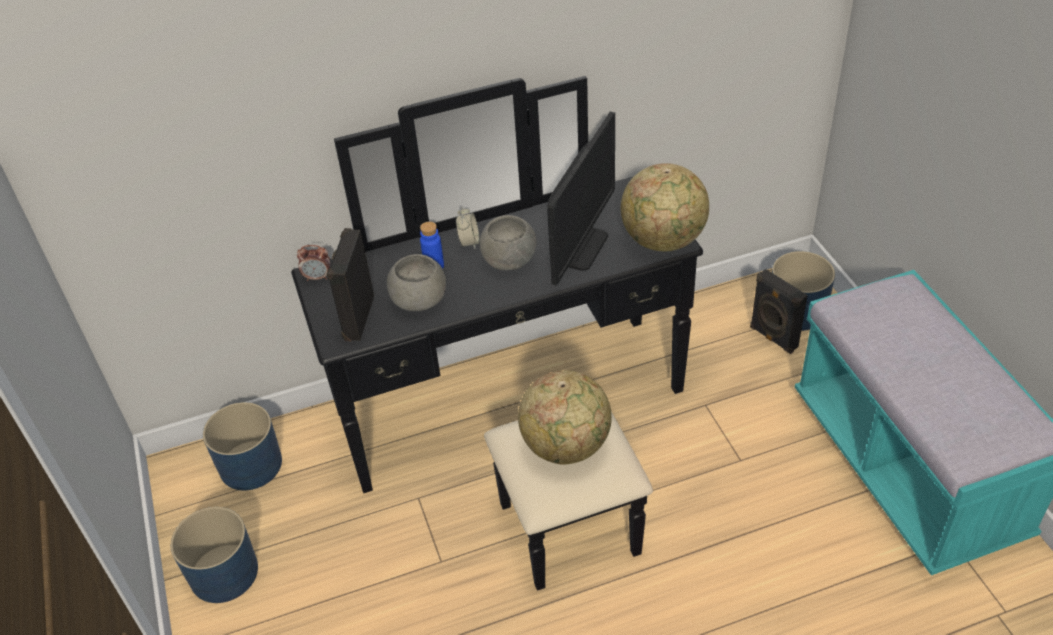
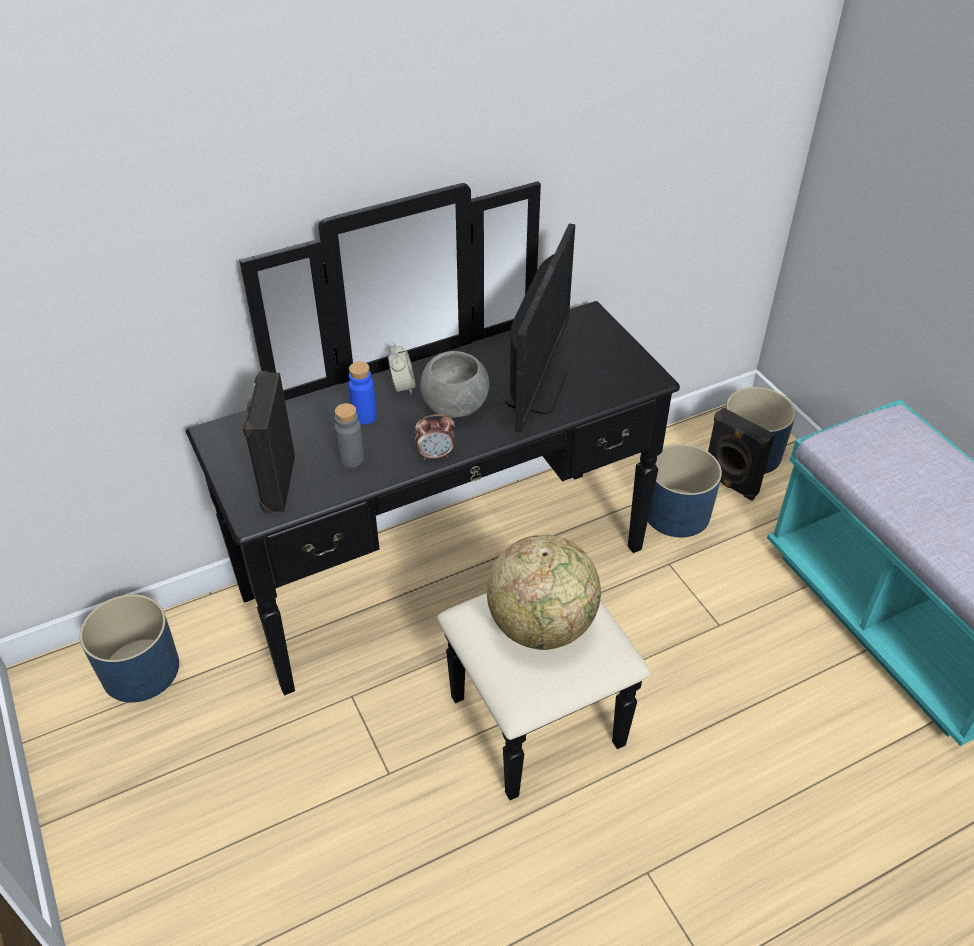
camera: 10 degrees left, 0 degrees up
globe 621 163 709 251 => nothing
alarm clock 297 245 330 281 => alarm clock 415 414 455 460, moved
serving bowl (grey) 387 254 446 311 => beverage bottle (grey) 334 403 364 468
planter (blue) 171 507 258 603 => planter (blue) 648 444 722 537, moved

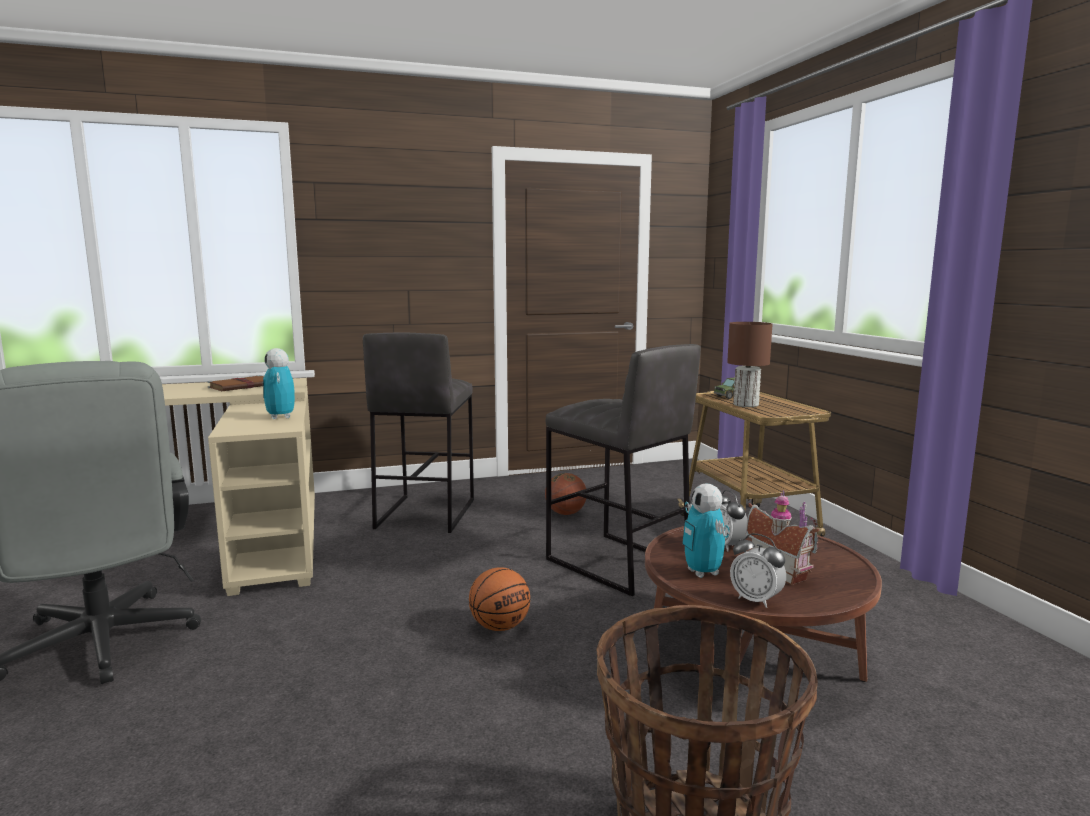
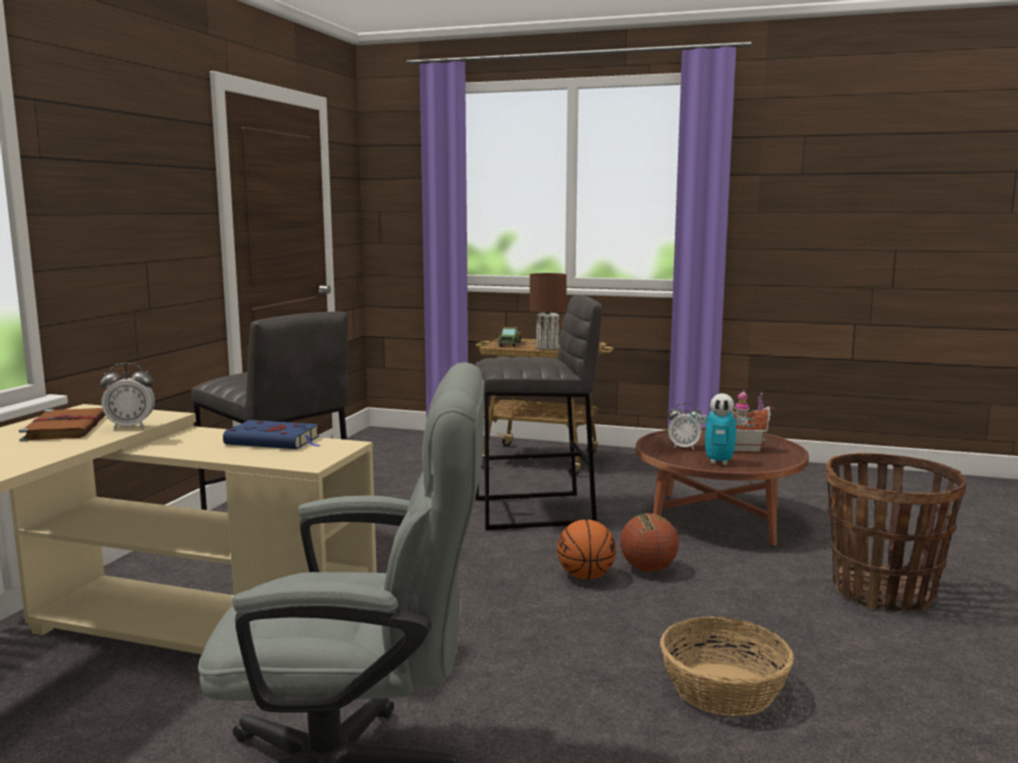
camera: 55 degrees left, 0 degrees up
model robot 263 348 295 419 => volume (blue) 223 420 321 449
basketball 545 473 586 515 => basketball 620 513 679 572, moved
alarm clock 730 533 786 608 => alarm clock 100 363 155 430, moved
nothing => basket 660 617 794 716

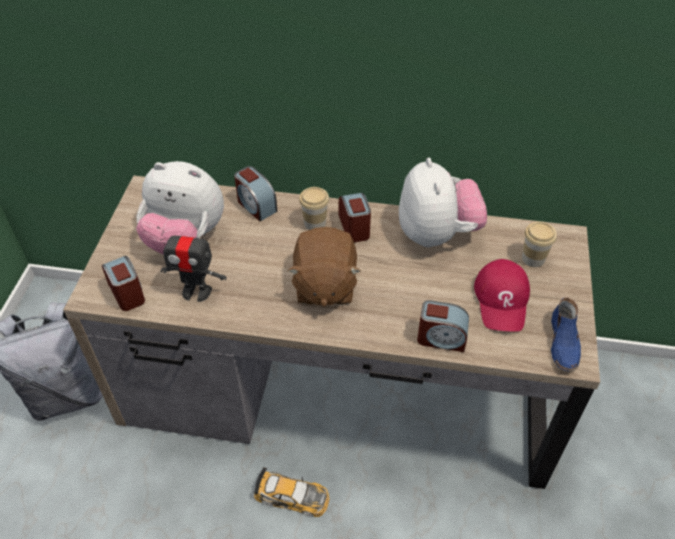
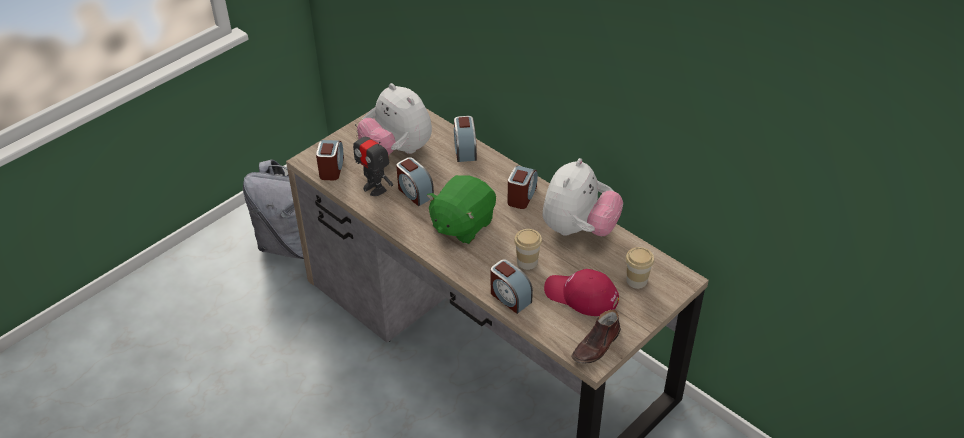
camera: 35 degrees right, 5 degrees down
drinking cup 299 187 329 230 => drinking cup 514 229 542 270, moved
plush toy (brown) 288 227 361 307 => plush toy (green) 427 175 496 244
cap (red) 474 259 530 332 => cap (red) 544 269 619 316, 75 degrees clockwise
shoe (blue) 551 298 581 372 => shoe (brown) 571 309 621 363
miniature car 254 467 330 517 => nothing
nothing => alarm clock 396 157 434 206

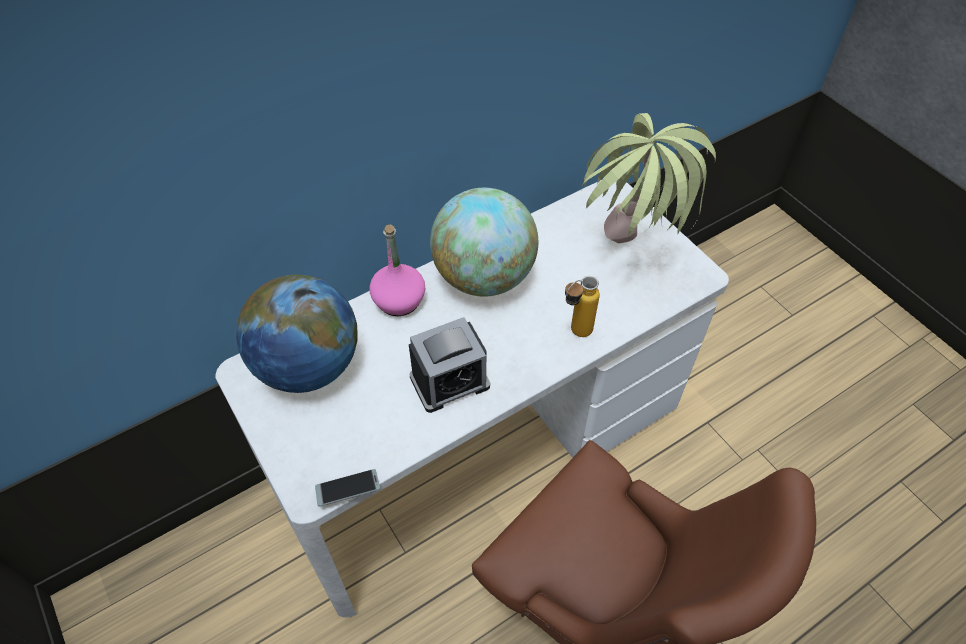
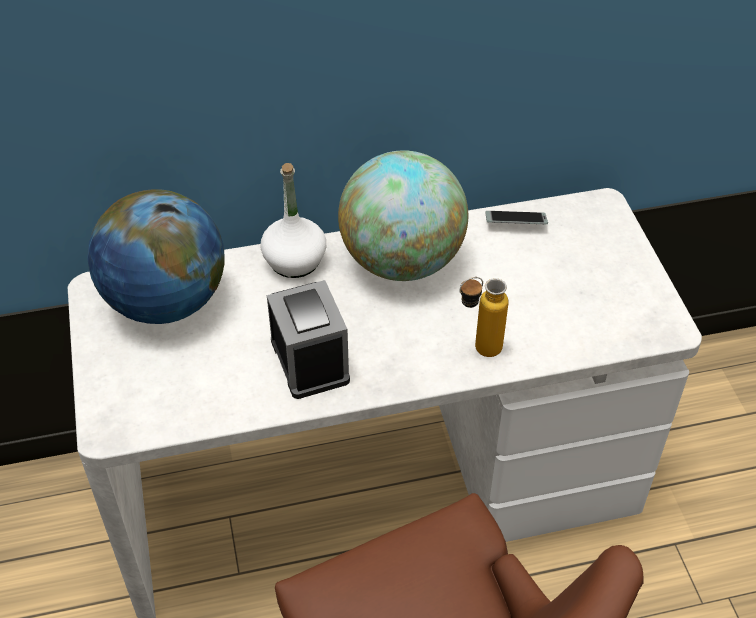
camera: 20 degrees right, 5 degrees down
potted plant 581 113 716 243 => nothing
beverage bottle (pink-coloured) 369 224 425 316 => beverage bottle (white) 261 163 326 278
alarm clock 409 317 490 413 => alarm clock 267 280 350 399, 105 degrees counterclockwise
telephone 315 469 380 507 => telephone 485 211 548 224, moved

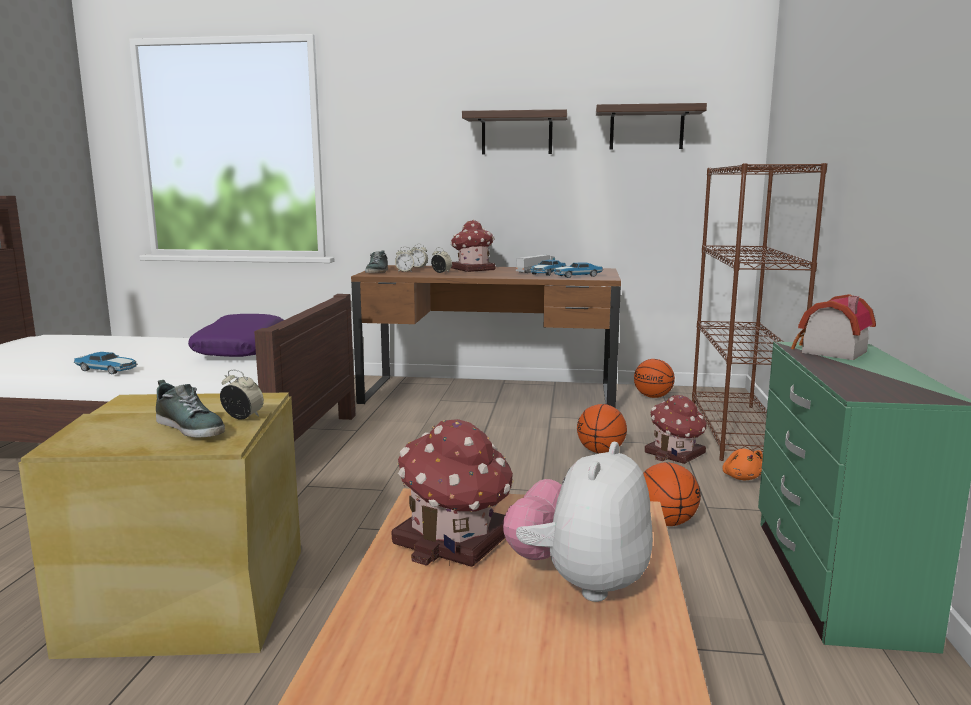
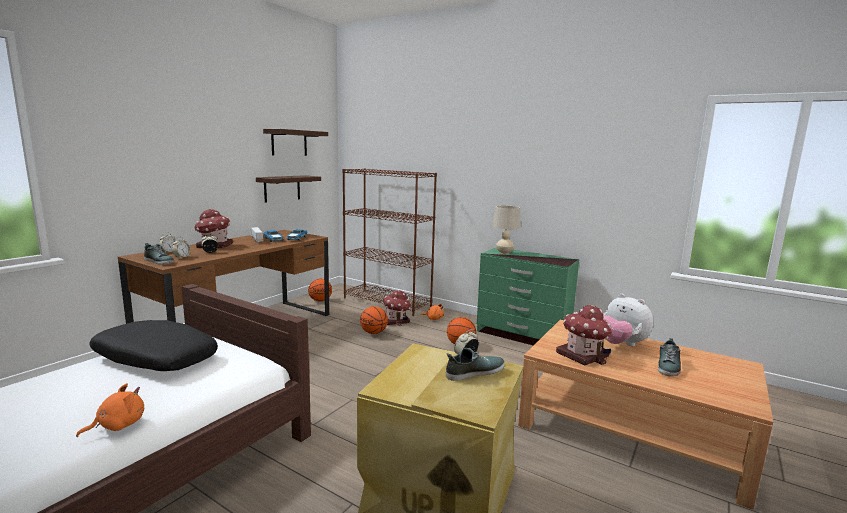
camera: 65 degrees left, 0 degrees up
bracket shelf 462 109 568 154 => bracket shelf 256 175 321 203, moved
model house 791 294 876 360 => tabletop lamp (beige) 493 205 521 254
cushion (purple-coloured) 188 314 283 357 => cushion (black-coloured) 89 320 218 371
miniature car 74 352 138 375 => plush toy (orange) 76 383 144 437
nothing => shoe 658 338 681 377

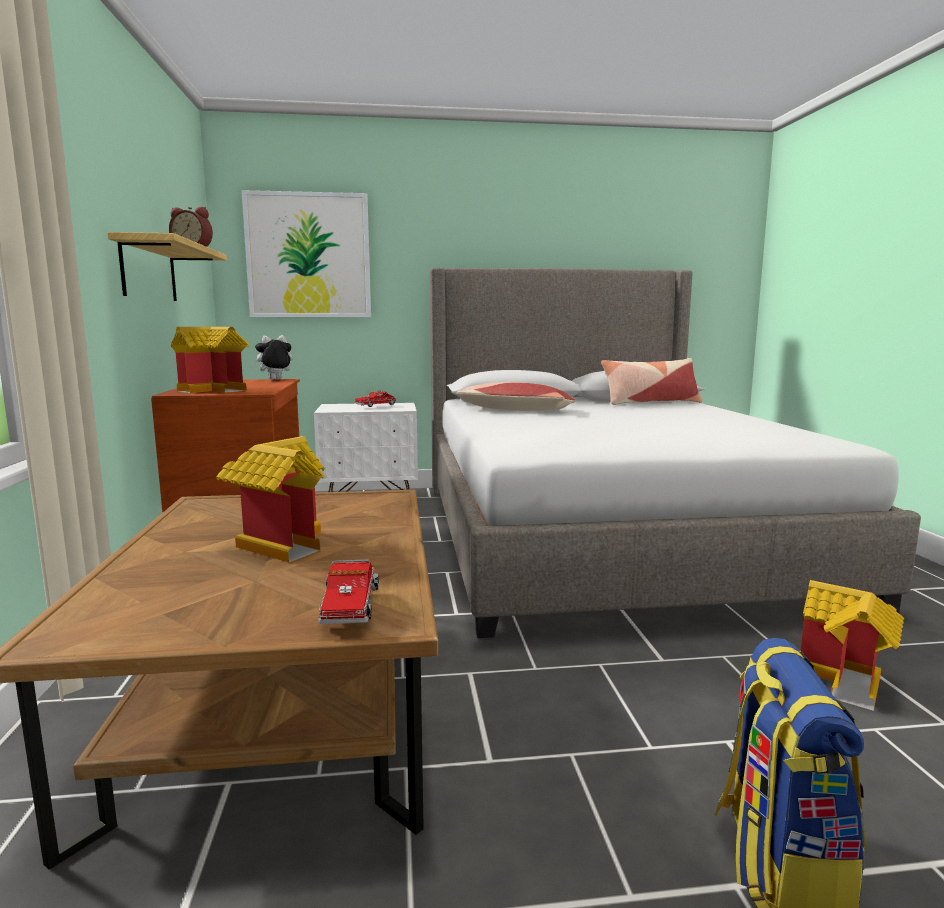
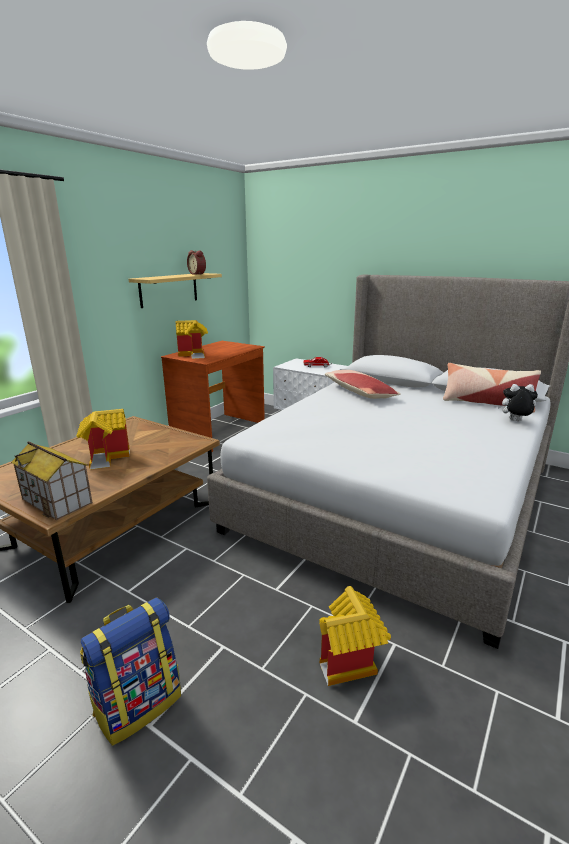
camera: 40 degrees right, 10 degrees up
picture 241 190 371 317 => nothing
plush toy 252 335 293 380 => plush toy 497 384 538 421, moved
model truck 318 559 379 624 => model house 11 441 93 520

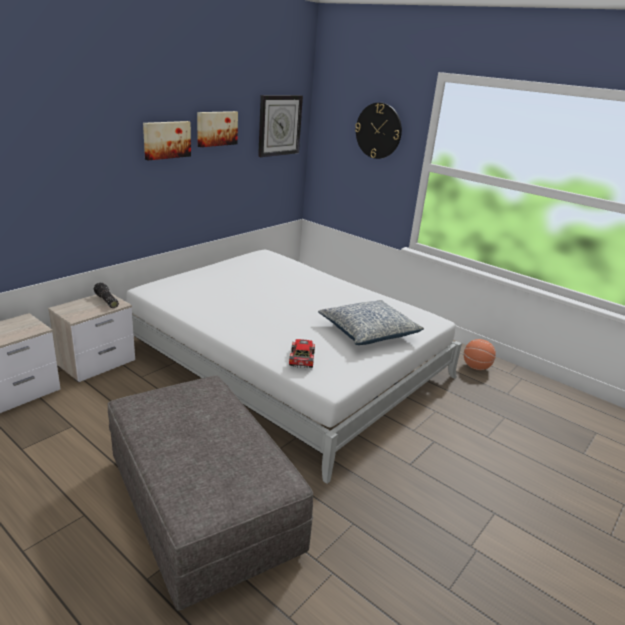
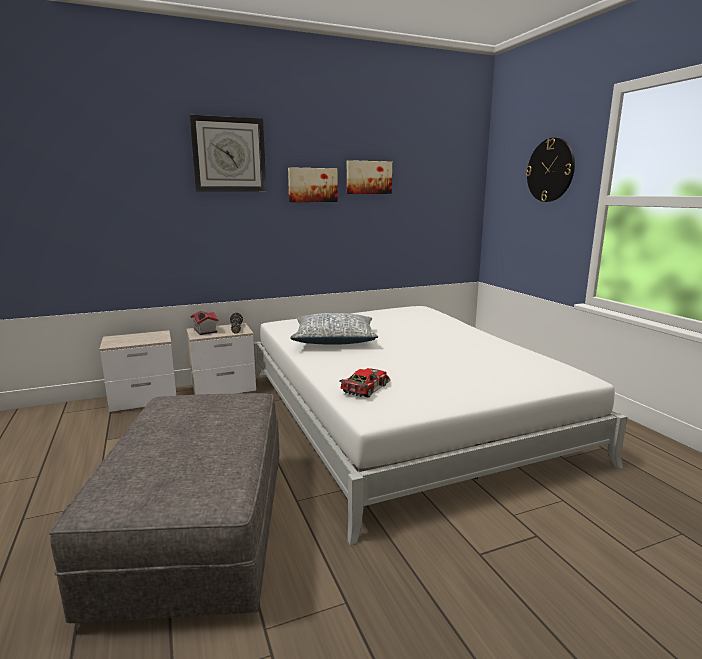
camera: 30 degrees right, 10 degrees down
wall clock 258 95 303 157 => wall clock 189 115 266 191, moved
cushion 318 300 424 345 => cushion 290 313 378 345, moved
basketball 464 339 496 370 => nothing
nothing => model house 191 311 219 335

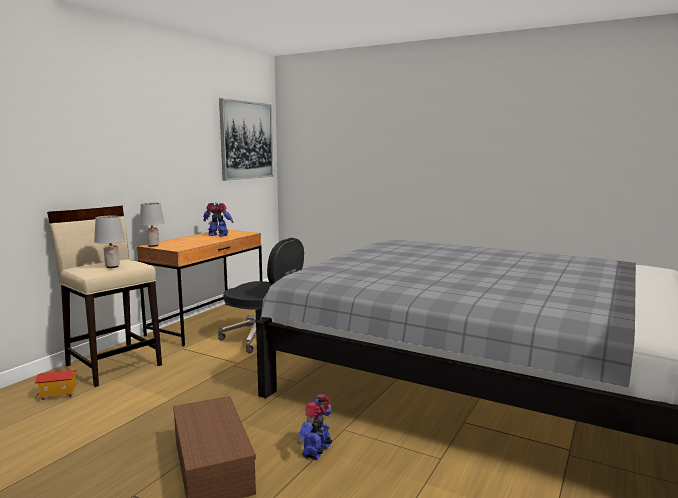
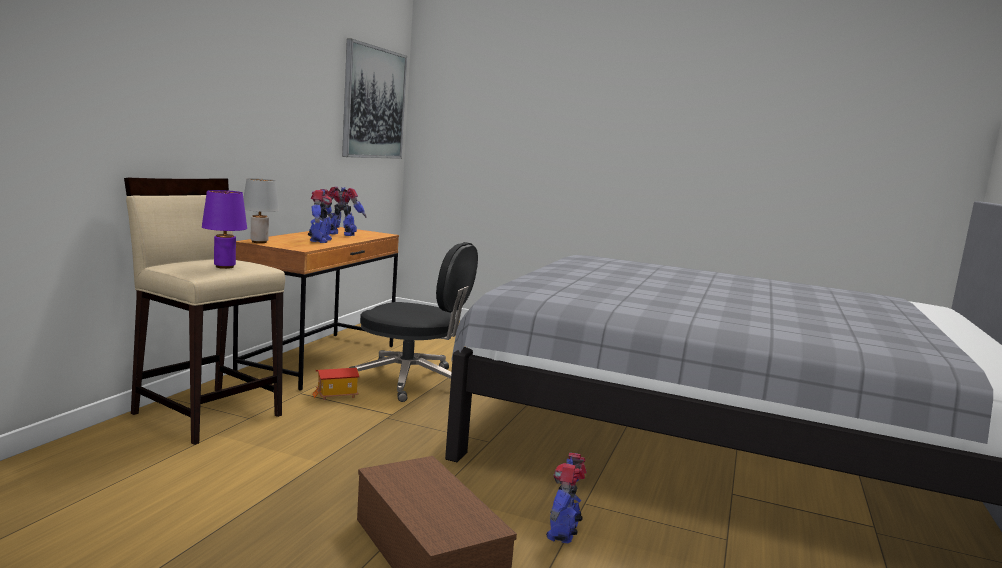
camera: 10 degrees left, 0 degrees up
tabletop lamp (grey) 94 215 125 268 => tabletop lamp (purple-coloured) 202 190 247 269
model house 35 369 78 400 => model house 312 368 360 400, moved
nothing => model robot 308 189 333 243

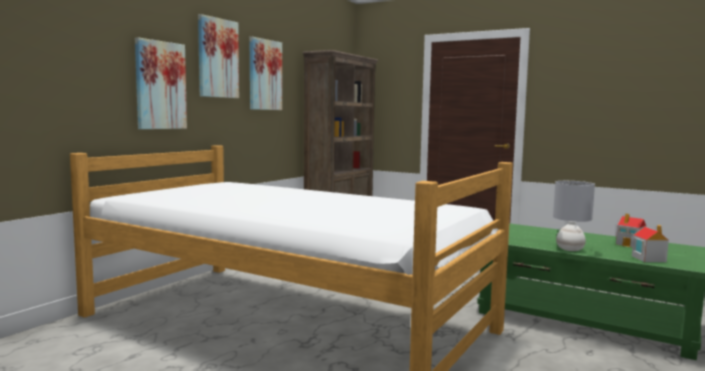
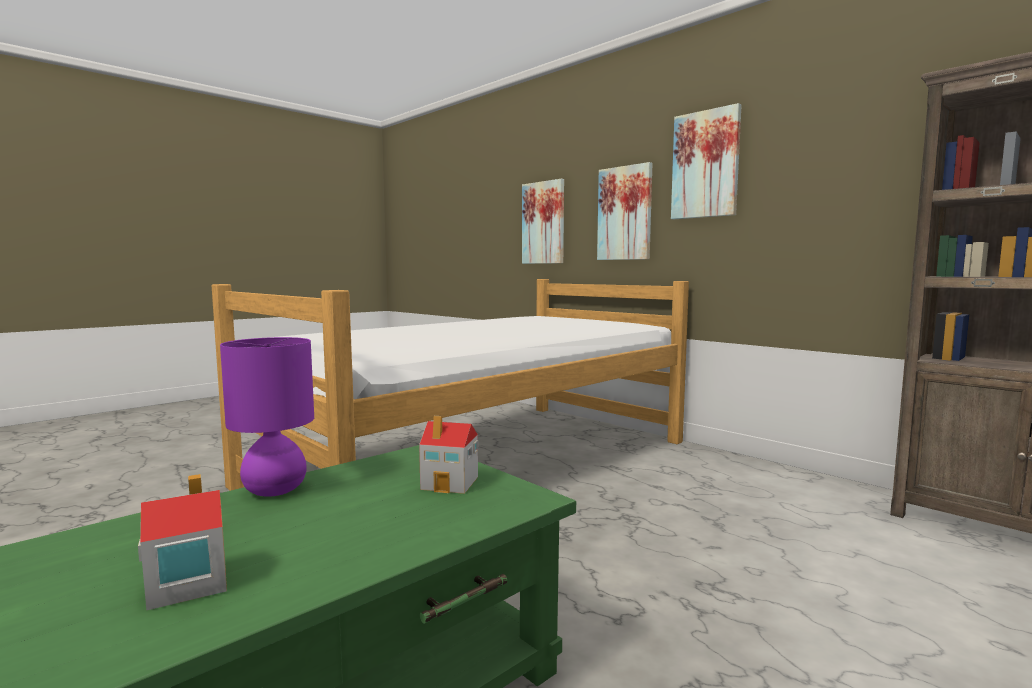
camera: 105 degrees right, 0 degrees up
picture 250 37 282 110 => picture 522 179 564 264, moved
tabletop lamp (grey) 553 181 595 251 => tabletop lamp (purple-coloured) 220 337 314 497
model house 632 225 669 262 => model house 419 416 478 494, moved

